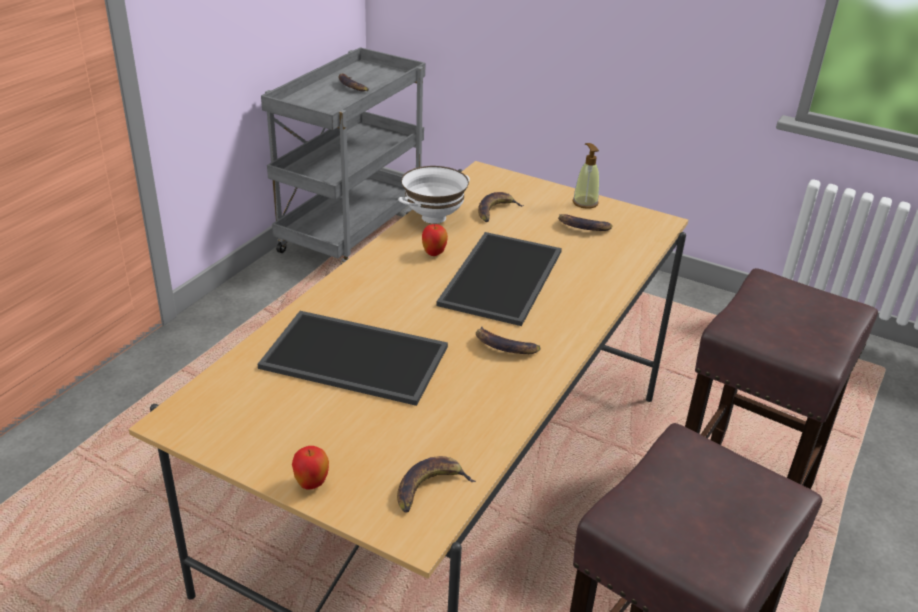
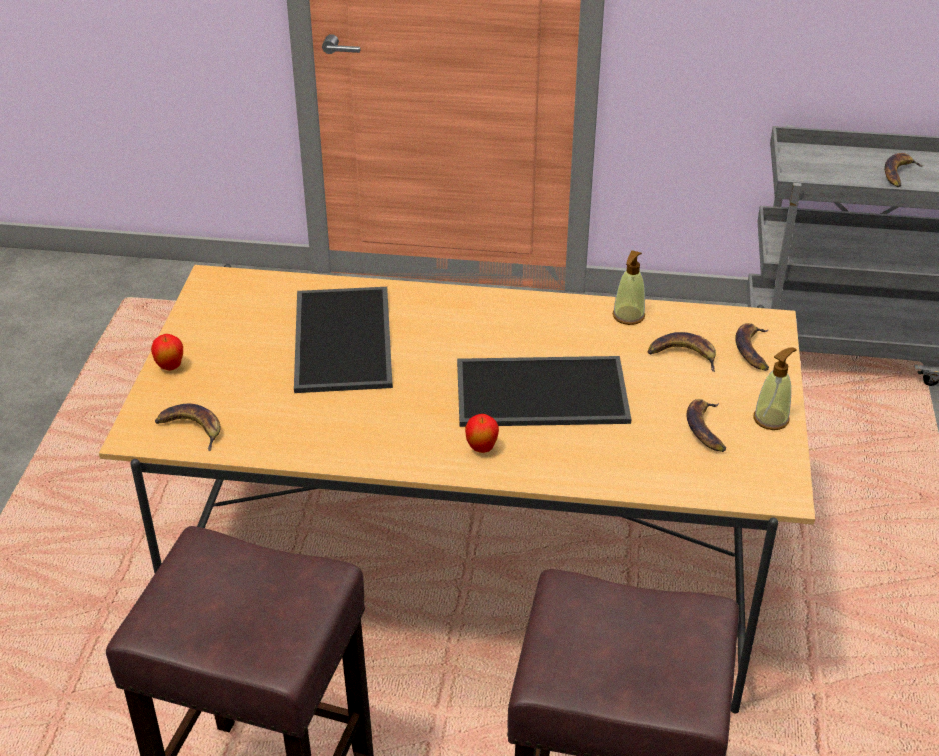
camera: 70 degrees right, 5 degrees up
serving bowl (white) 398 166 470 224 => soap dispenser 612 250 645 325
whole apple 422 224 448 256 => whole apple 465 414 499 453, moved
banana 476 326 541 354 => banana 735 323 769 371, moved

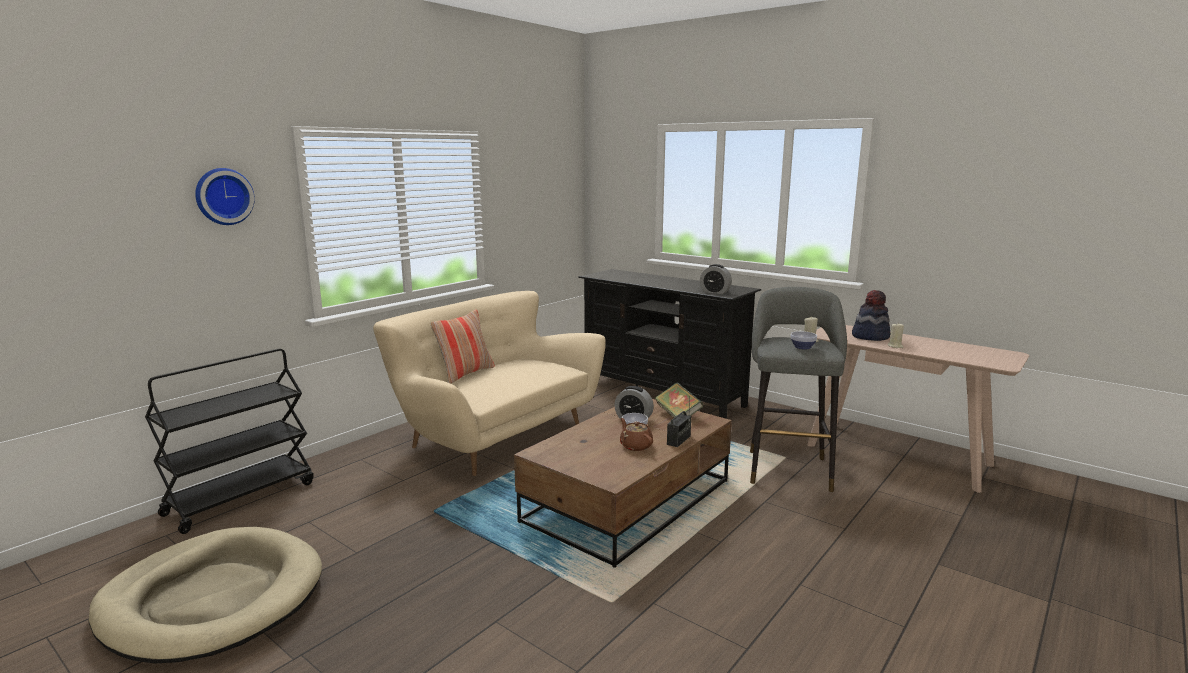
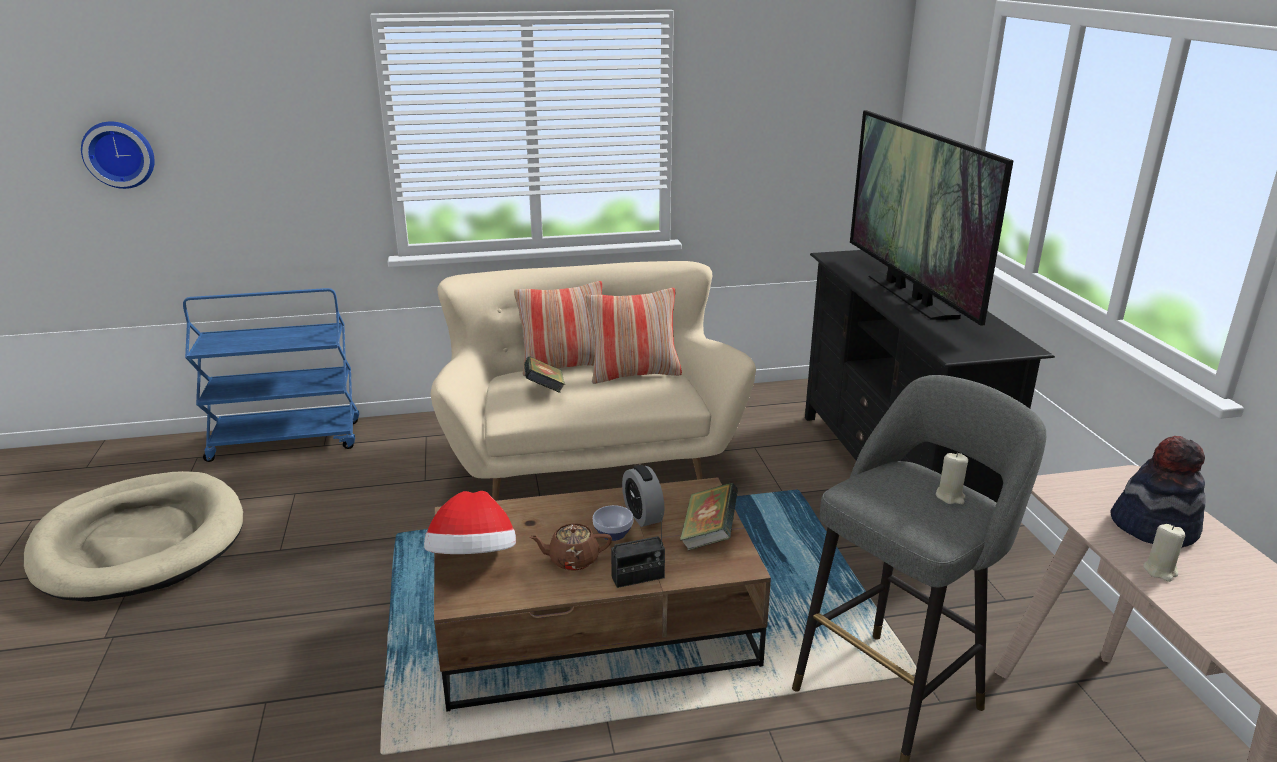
camera: 40 degrees right, 10 degrees up
wall clock 195 168 255 225 => wall clock 81 121 155 189, moved
alarm clock 700 264 732 294 => nothing
serving bowl 790 331 817 349 => nothing
trolley (black-coloured) 145 348 314 534 => trolley (blue) 183 288 359 462
tea pot (brown) 620 418 653 451 => tea pot (brown) 529 523 612 571, 105 degrees counterclockwise
nothing => television 850 110 1014 326
nothing => cushion 586 288 682 384
nothing => volume 524 356 565 393
nothing => hat 424 491 516 554

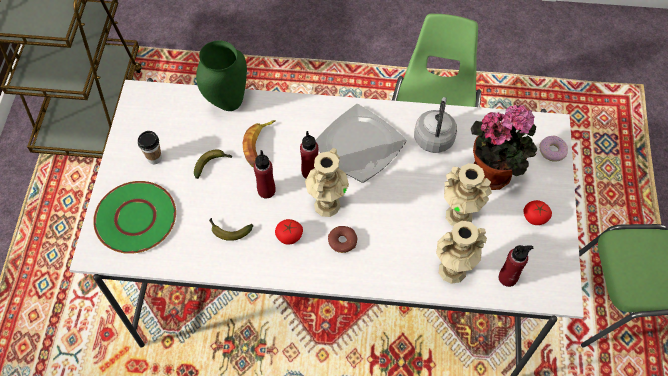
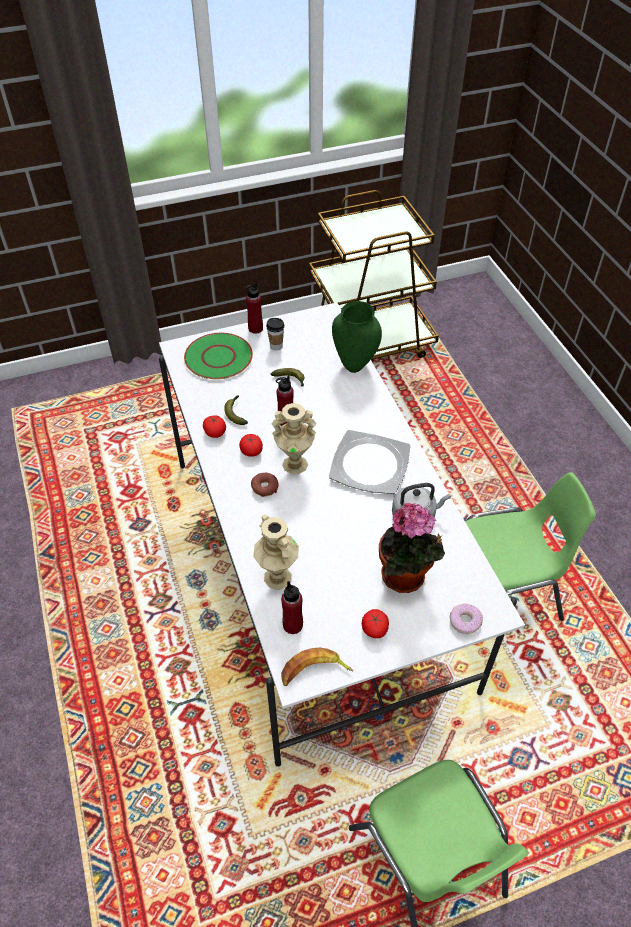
camera: 65 degrees right, 10 degrees down
banana 243 120 276 167 => banana 281 647 353 686, moved
beverage bottle (red) 300 131 319 179 => beverage bottle (red) 246 282 263 334, moved
decorative vase (beige) 444 163 492 226 => nothing
nothing => fresh tomato 203 415 226 438

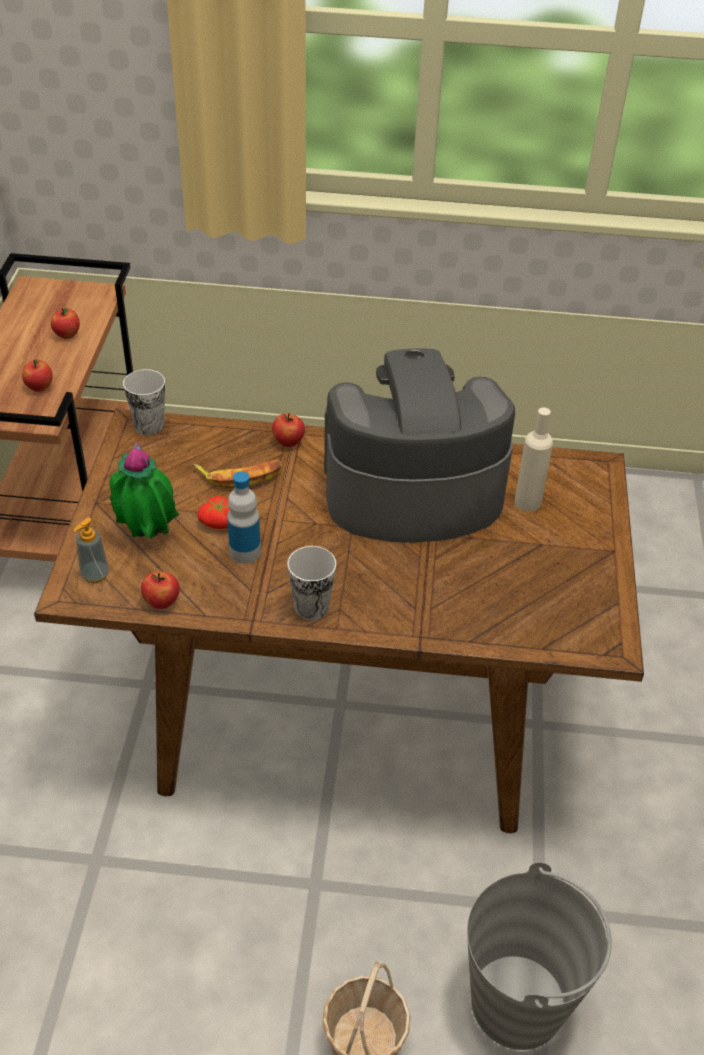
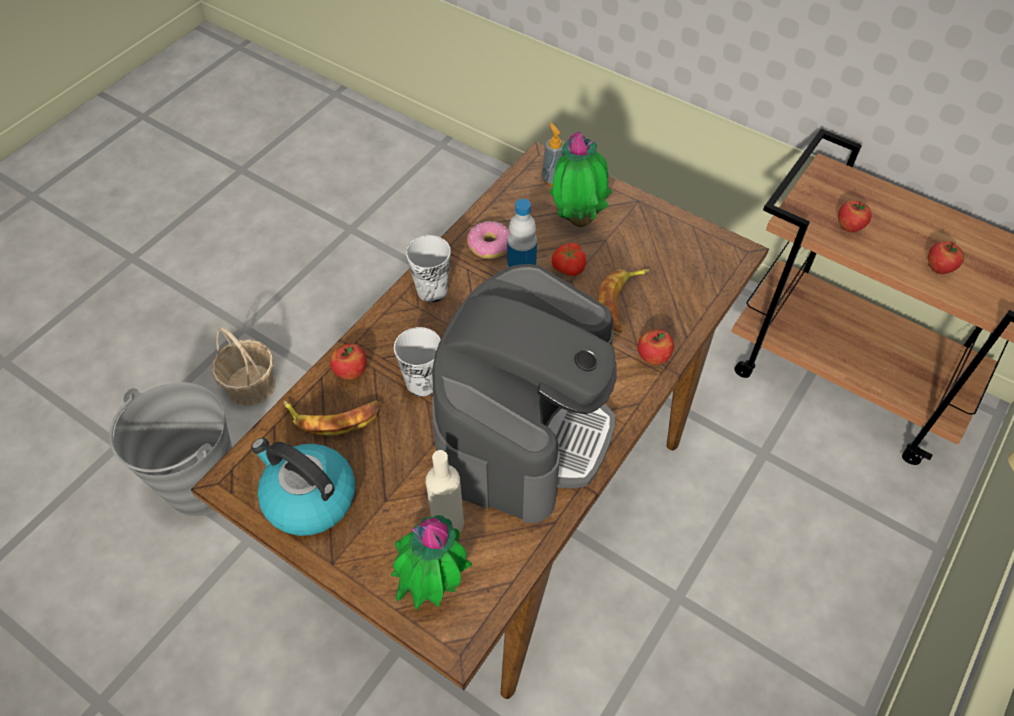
camera: 120 degrees right, 10 degrees up
drinking cup 123 369 165 435 => drinking cup 394 327 441 397, moved
whole apple 141 571 180 609 => whole apple 330 343 367 380, moved
nothing => ring doughnut 467 221 510 259
nothing => banana 283 400 379 436
nothing => water kettle 251 438 355 536
nothing => potted plant 390 515 472 610

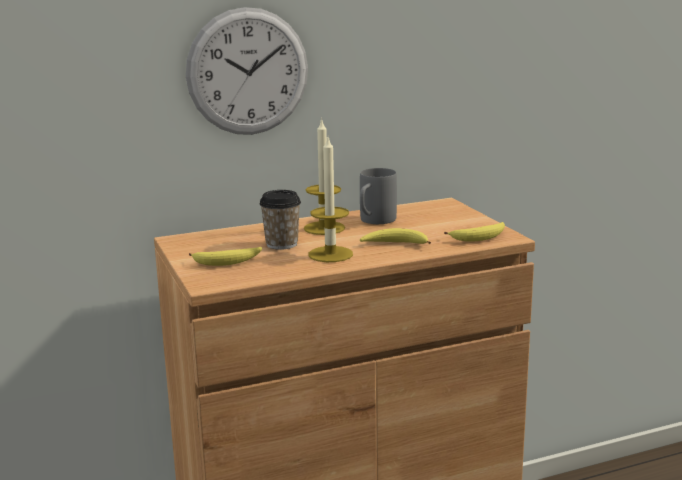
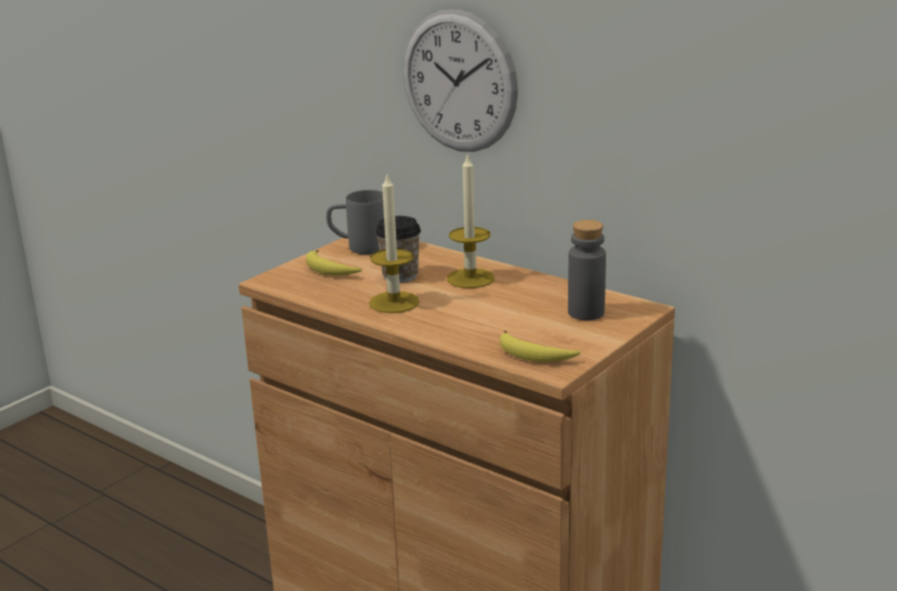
camera: 60 degrees right, 5 degrees up
coffee mug (grey) 360 168 397 224 => coffee mug (grey) 326 190 384 254, moved
banana 360 228 431 244 => nothing
nothing => beverage bottle (grey) 568 220 606 320

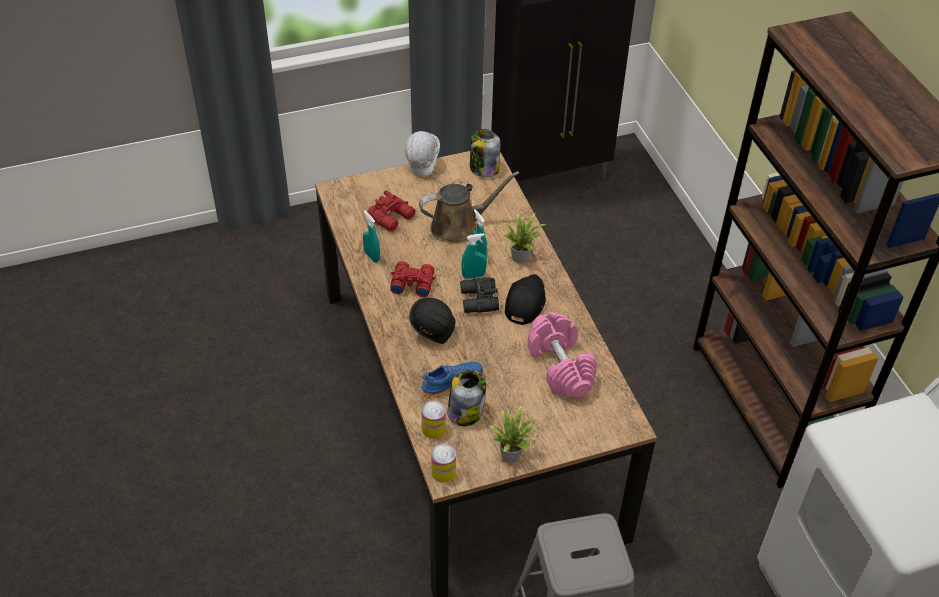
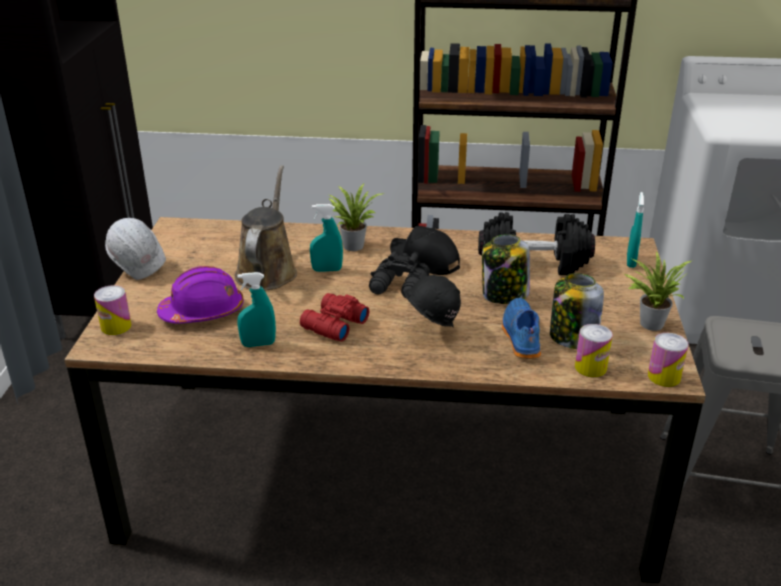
camera: 65 degrees left, 15 degrees down
storage jar 470 129 500 177 => storage jar 482 234 530 304, moved
field glasses (red) 367 190 415 232 => safety helmet (purple-coloured) 157 266 244 324
hand sprayer (turquoise) 461 233 487 279 => hand sprayer (turquoise) 627 192 644 268, moved
hand weight (pink-coloured) 528 312 597 397 => hand weight (black-coloured) 478 212 595 275
nothing => sealed can 94 285 131 335

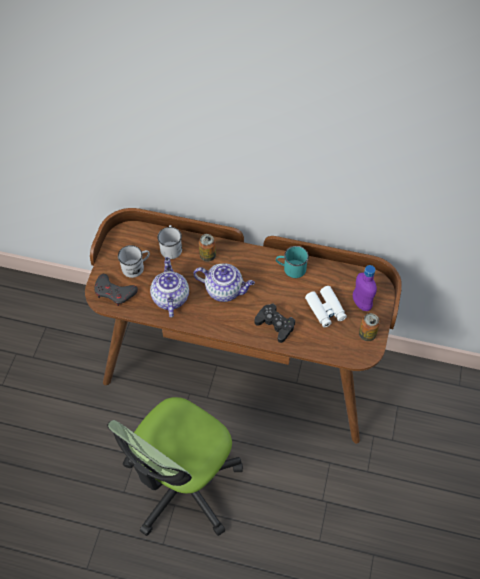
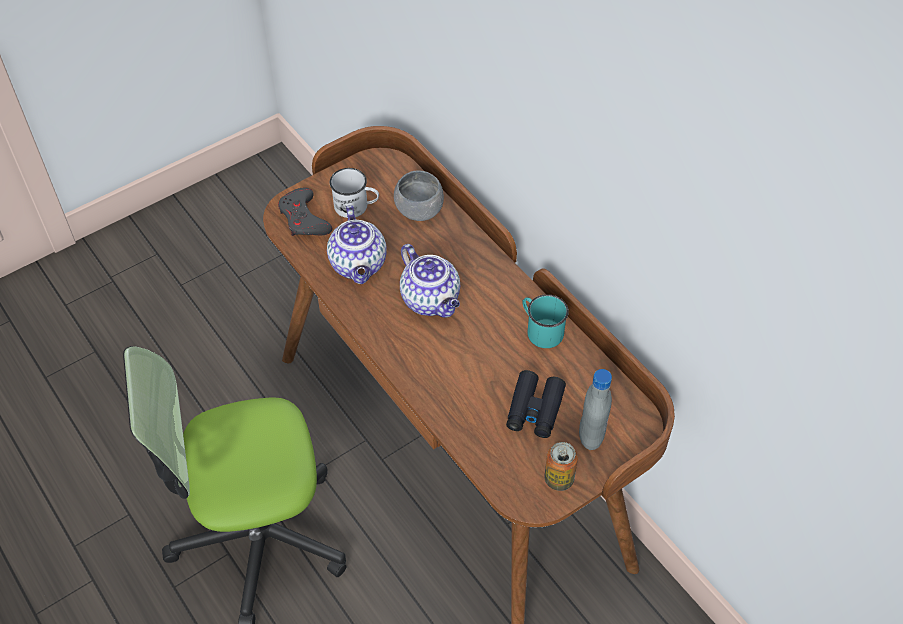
camera: 40 degrees right, 5 degrees down
coffee mug (white) 157 225 182 259 => serving bowl (grey) 394 170 444 221
sealed can 199 234 216 262 => nothing
tea pot 150 257 189 318 => tea pot 327 205 387 284, 135 degrees clockwise
beverage bottle (purple-coloured) 353 265 377 311 => beverage bottle (grey) 579 369 612 450
field glasses (white) 305 286 347 327 => field glasses (black-coloured) 506 370 566 438
joypad (black-coloured) 255 304 295 343 => nothing

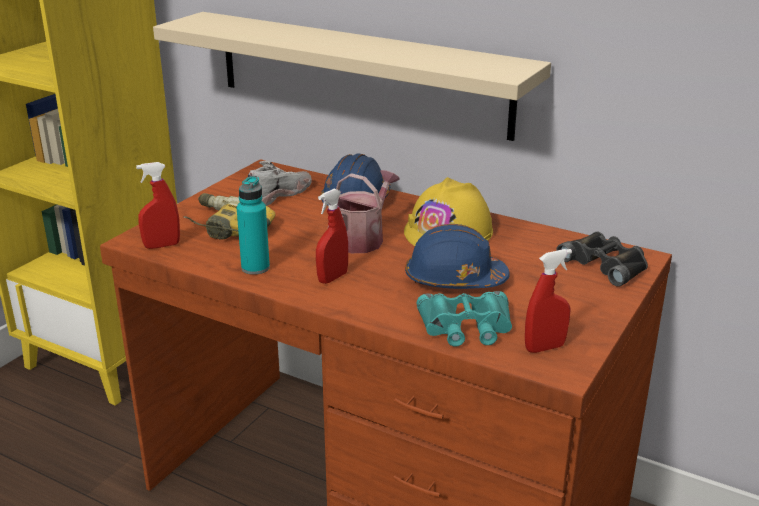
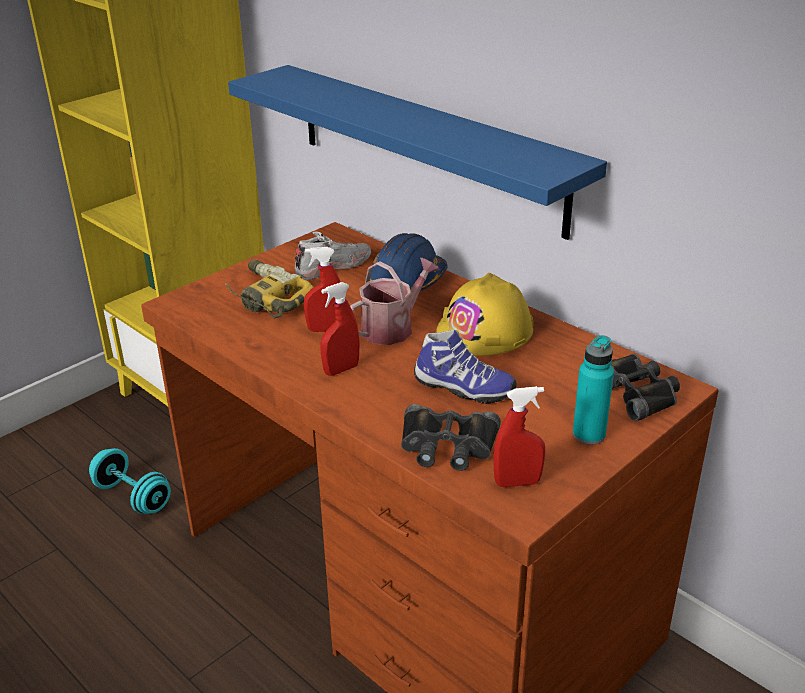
camera: 15 degrees right, 5 degrees up
bracket shelf (beige) 153 12 551 141 => bracket shelf (blue) 228 65 607 240
hand sprayer (red) 136 162 180 249 => hand sprayer (red) 304 247 340 332, moved
beverage bottle (turquoise) 237 176 270 275 => beverage bottle (turquoise) 573 335 614 445, moved
safety helmet (blue) 405 224 510 289 => shoe 414 330 517 404
field glasses (turquoise) 417 291 512 347 => field glasses (black-coloured) 401 404 501 471
nothing => hand weight (turquoise) 89 448 171 514

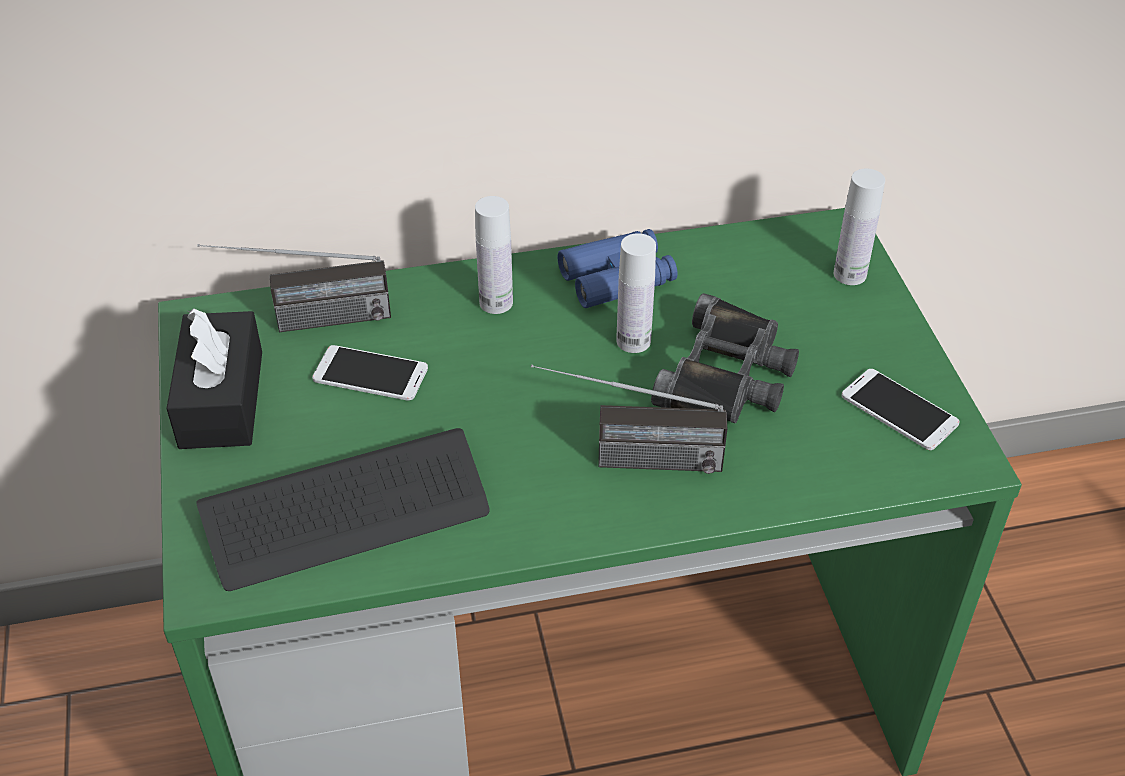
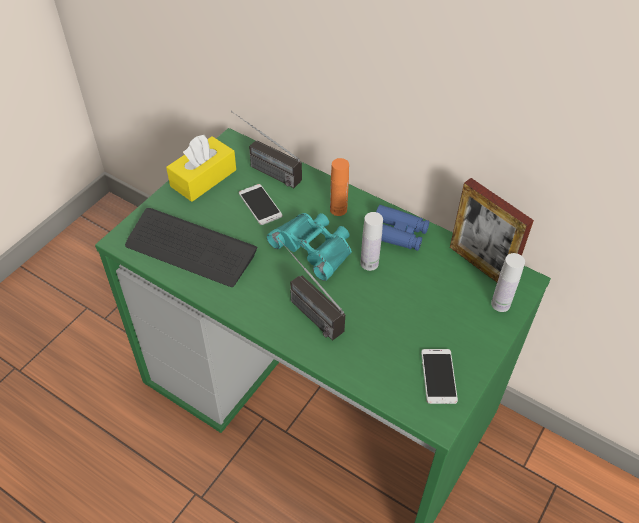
camera: 45 degrees right, 5 degrees up
beverage bottle (white) 475 196 513 314 => beverage bottle (orange) 330 158 349 216
field glasses (black-coloured) 651 293 799 423 => nothing
box of tissues (black-coloured) 166 308 262 449 => box of tissues (yellow) 166 135 236 202
nothing => standing frame 450 178 534 282
nothing => field glasses (turquoise) 267 213 352 281

